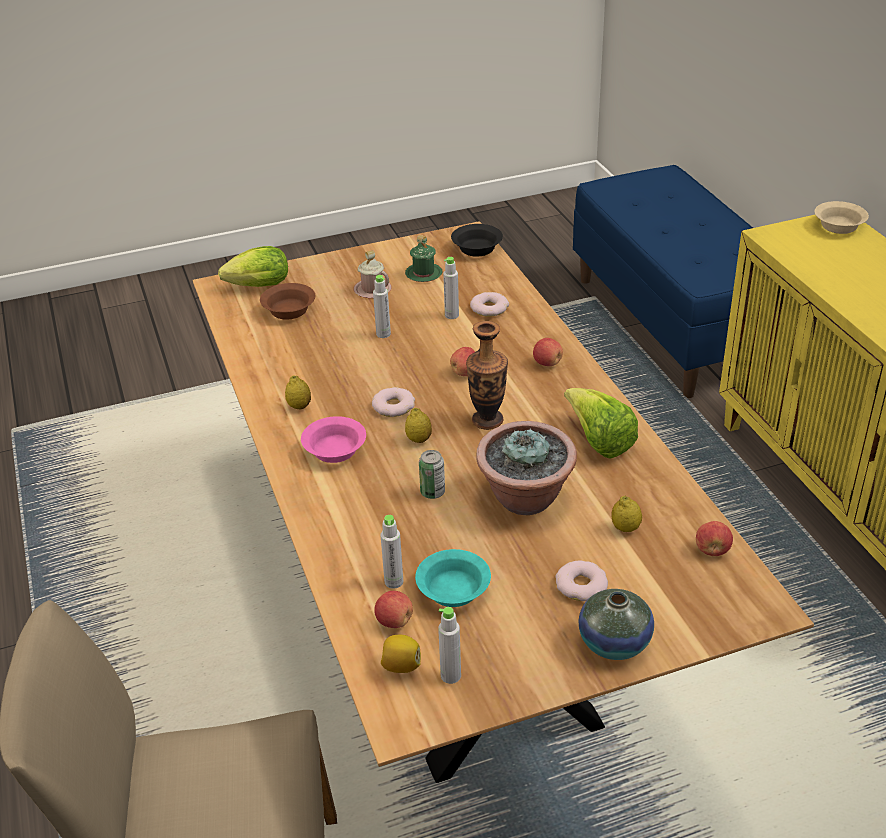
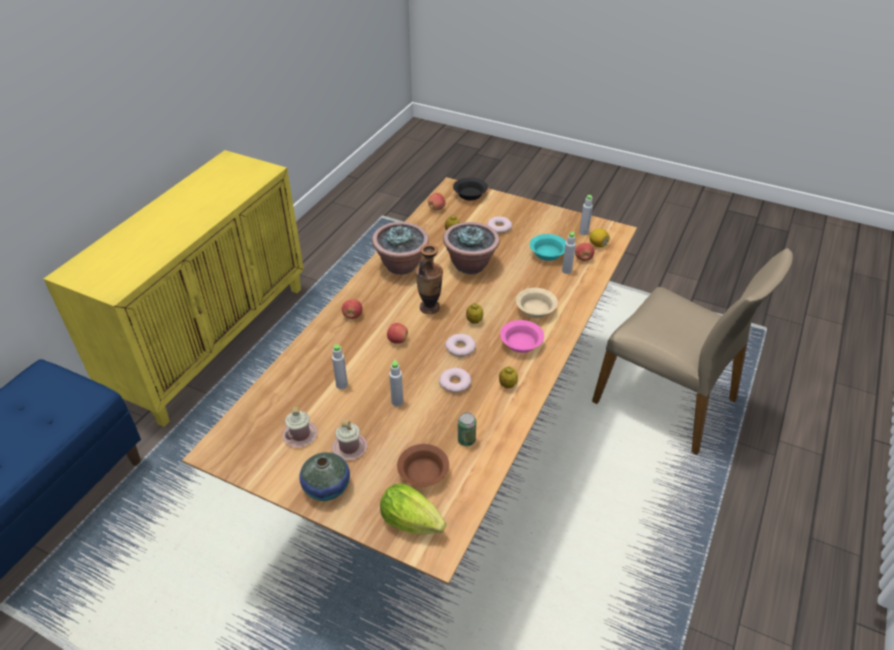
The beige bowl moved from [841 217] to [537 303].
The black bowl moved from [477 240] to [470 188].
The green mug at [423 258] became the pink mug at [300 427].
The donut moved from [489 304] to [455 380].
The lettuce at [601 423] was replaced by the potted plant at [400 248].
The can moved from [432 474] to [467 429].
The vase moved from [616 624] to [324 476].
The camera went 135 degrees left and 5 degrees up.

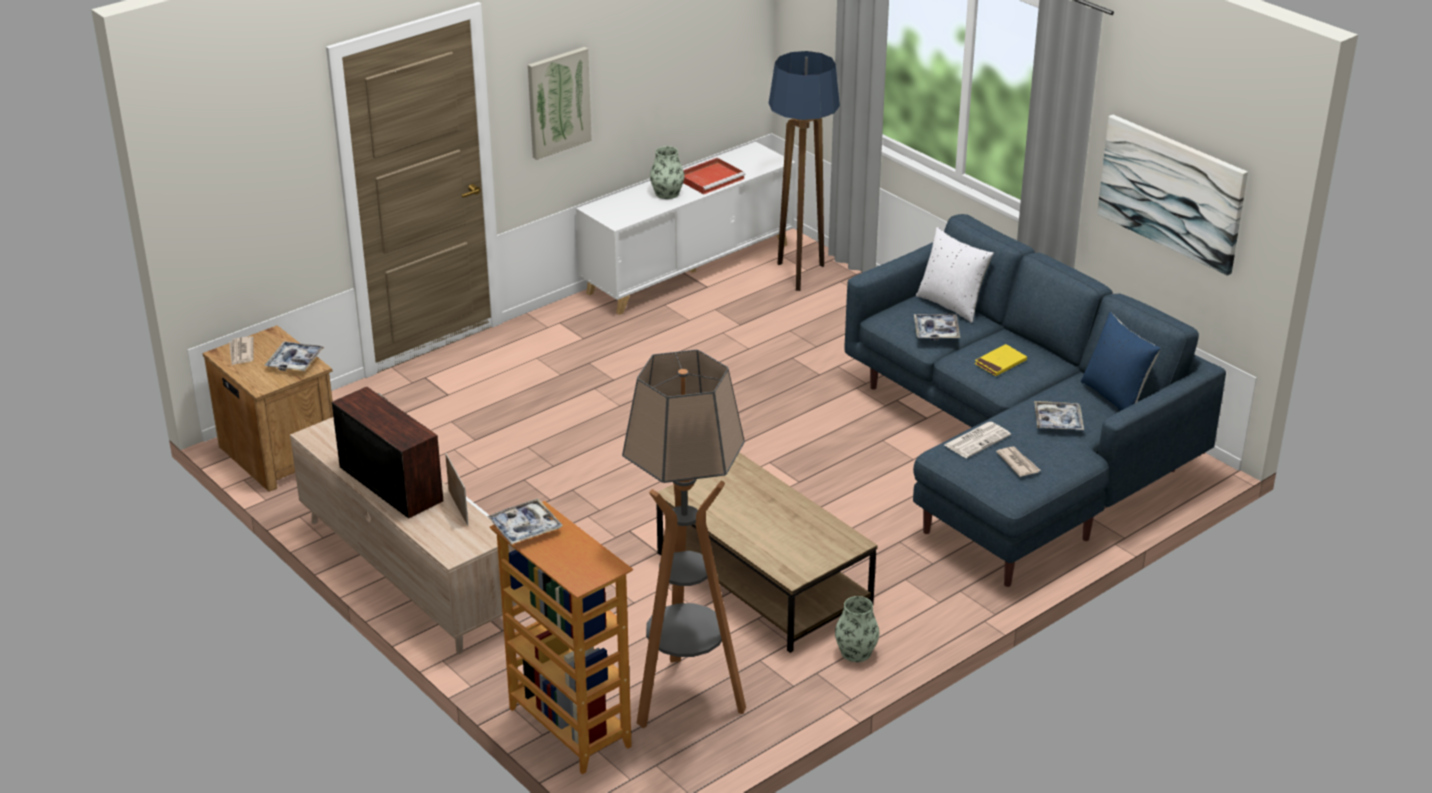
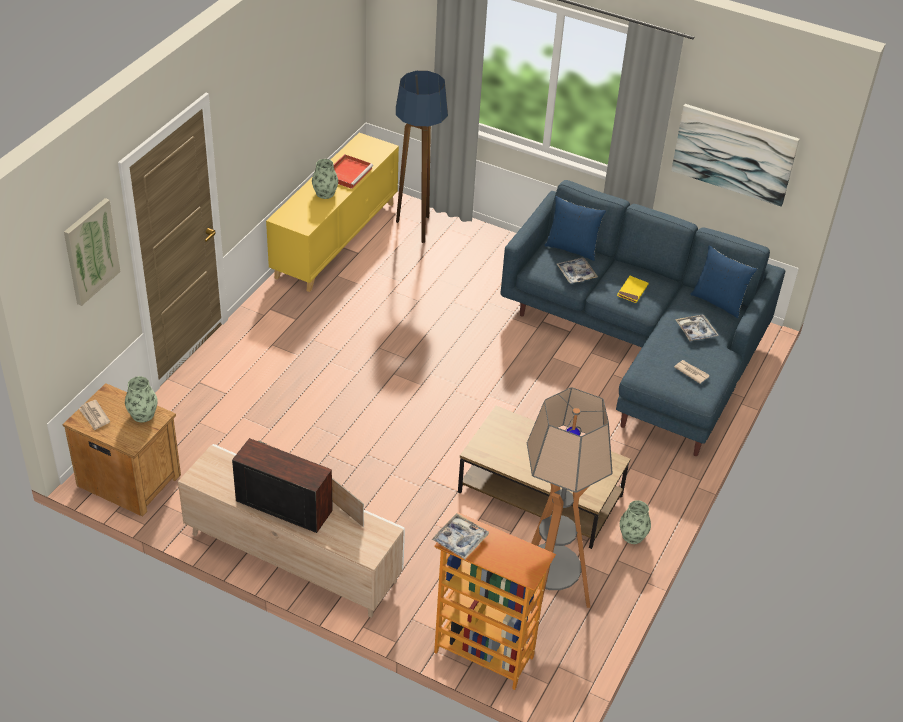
The picture moved from [560 103] to [92 252].
The white cabinet at [686 228] became the yellow cabinet at [332 212].
The white pillow at [955 275] became the blue pillow at [575 228].
The tray at [295 356] was replaced by the vase at [141 399].
The newspaper at [977 440] disappeared.
The camera went 25 degrees left and 10 degrees up.

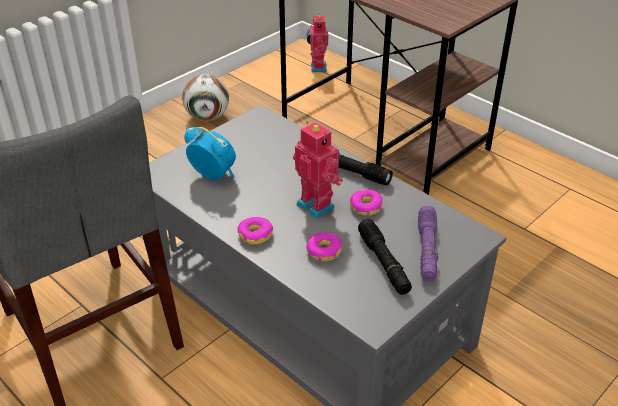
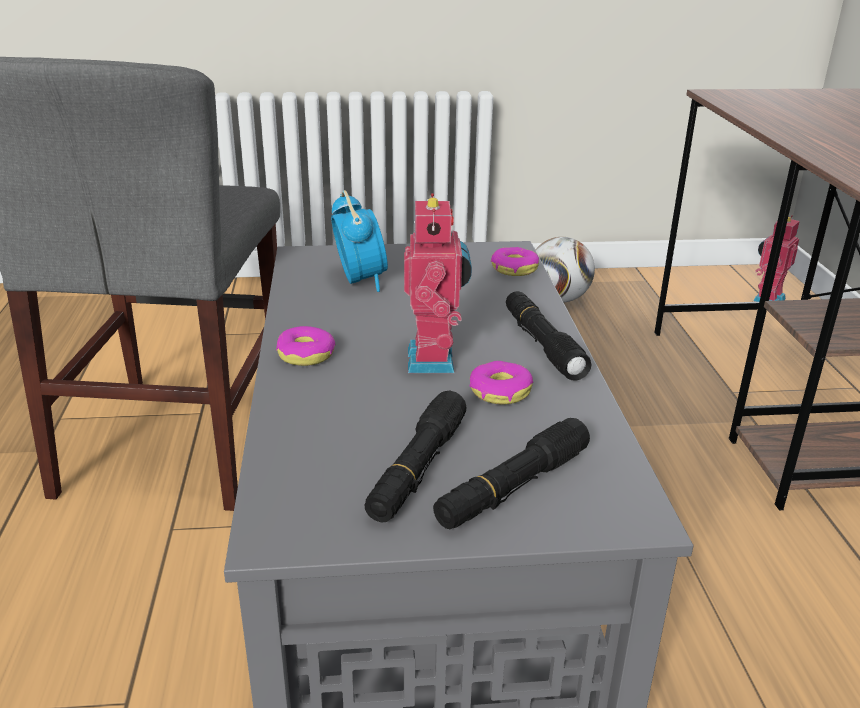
The purple flashlight at [428 244] became the black flashlight at [511 473].
The donut moved from [324 247] to [515 261].
The camera went 40 degrees right and 10 degrees down.

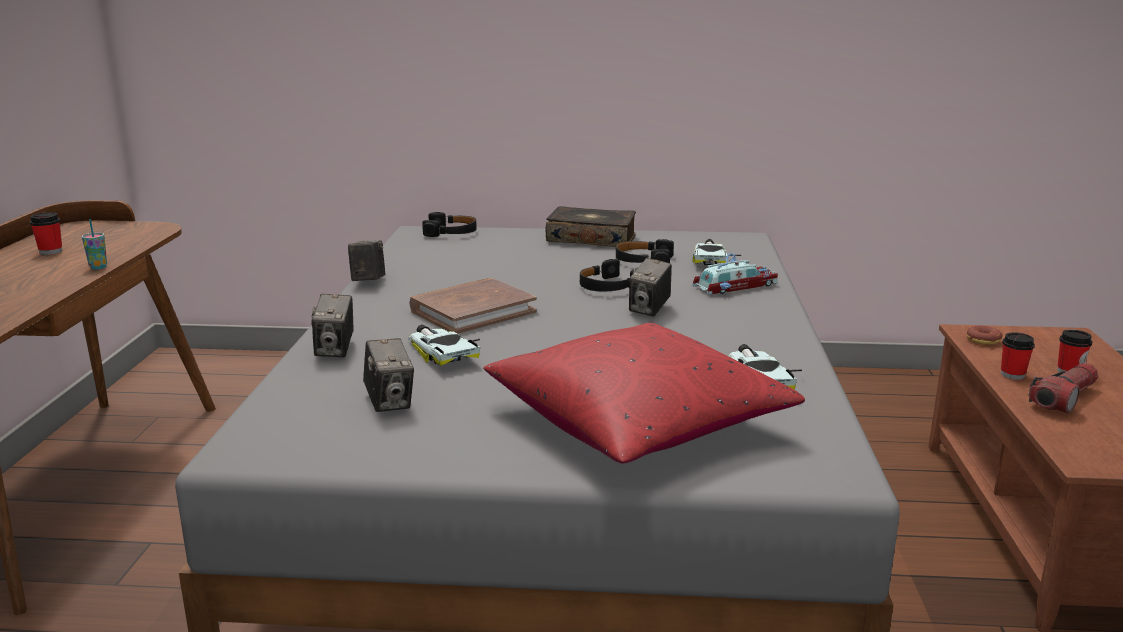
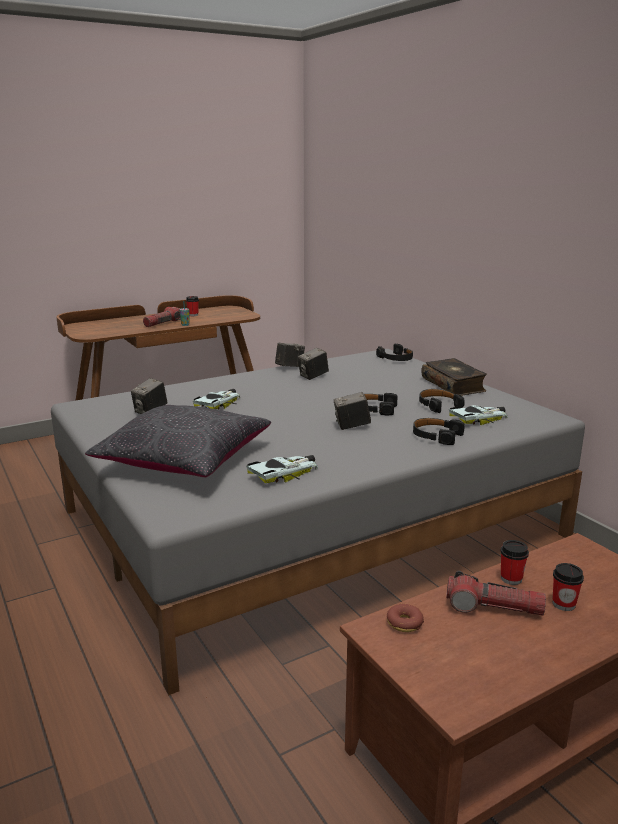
The toy car at [735 273] was replaced by the black headphones at [438 431].
The brown book at [473 306] disappeared.
The photo camera moved from [332 325] to [313 363].
The red pillow at [644 393] became the black pillow at [178 441].
The donut moved from [985 335] to [405 618].
The flashlight at [162 317] appeared.
The camera went 55 degrees right and 0 degrees up.

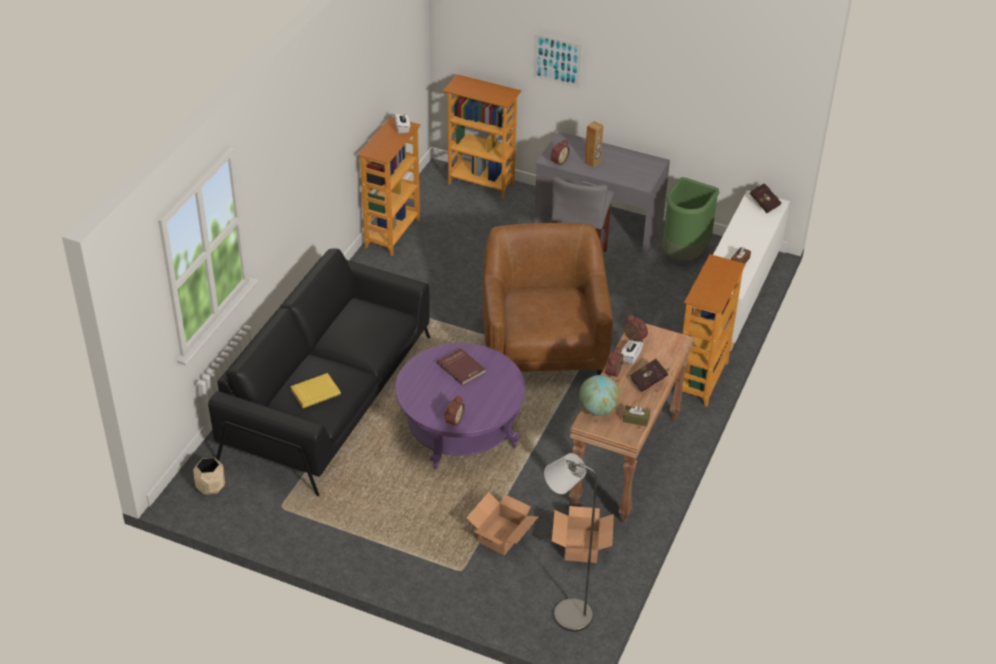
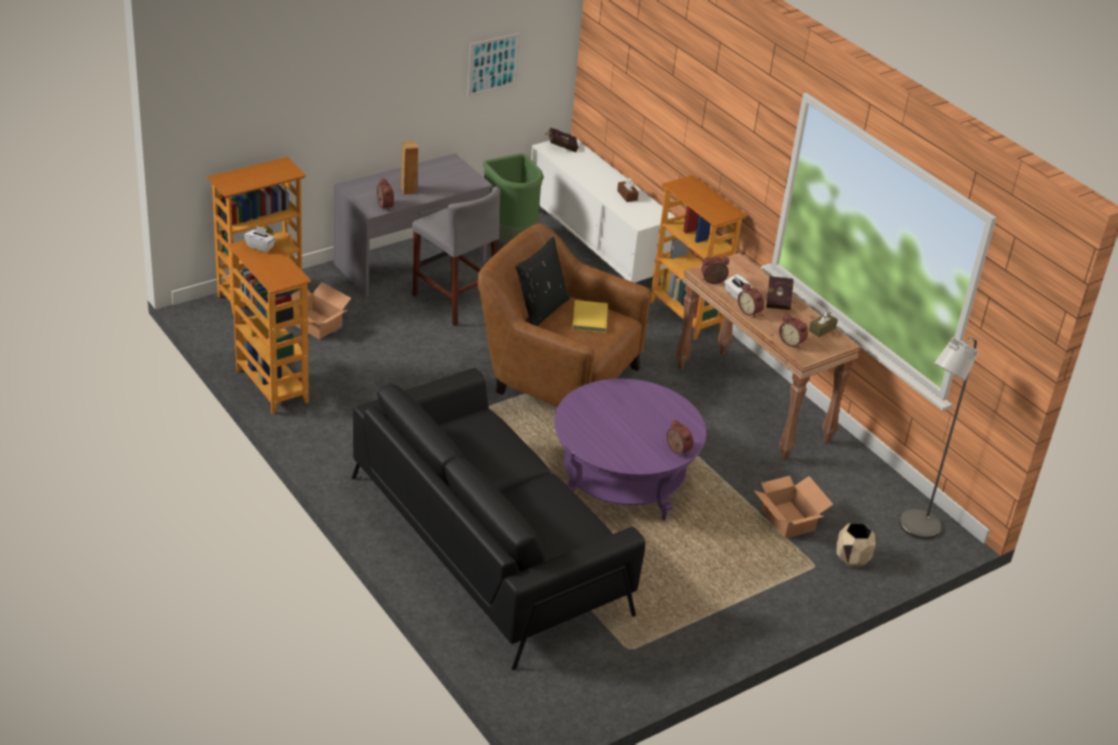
The picture moved from [557 60] to [493 65].
The red book at [461 366] disappeared.
The yellow book moved from [315 390] to [590 316].
The globe at [599 395] was replaced by the alarm clock at [793 331].
The beige planter moved from [209 476] to [855 545].
The cardboard box moved from [583 534] to [321 310].
The black pillow at [542 281] appeared.
The camera went 60 degrees left and 5 degrees down.

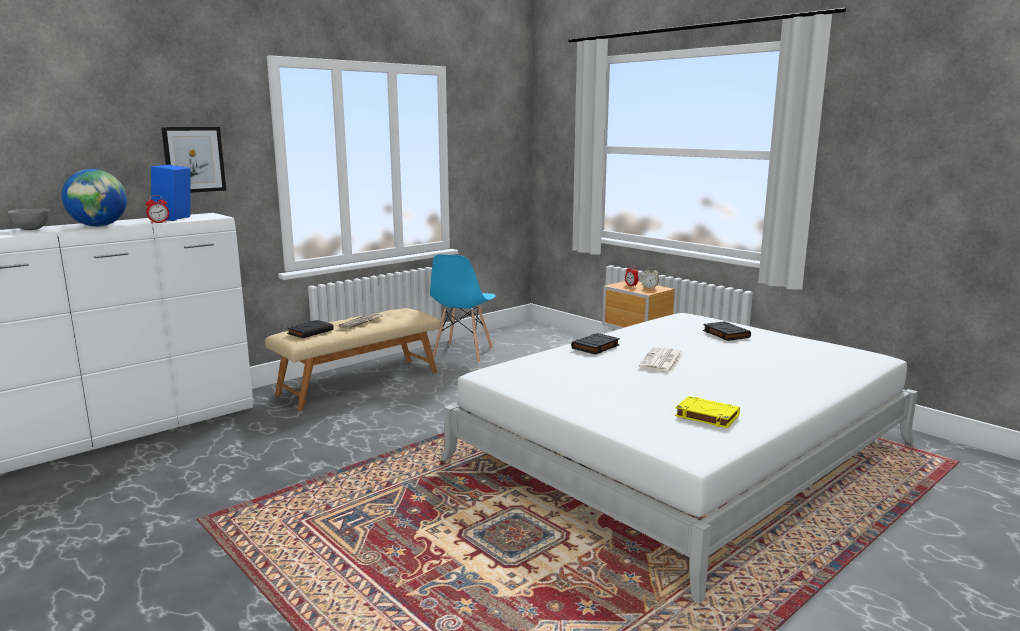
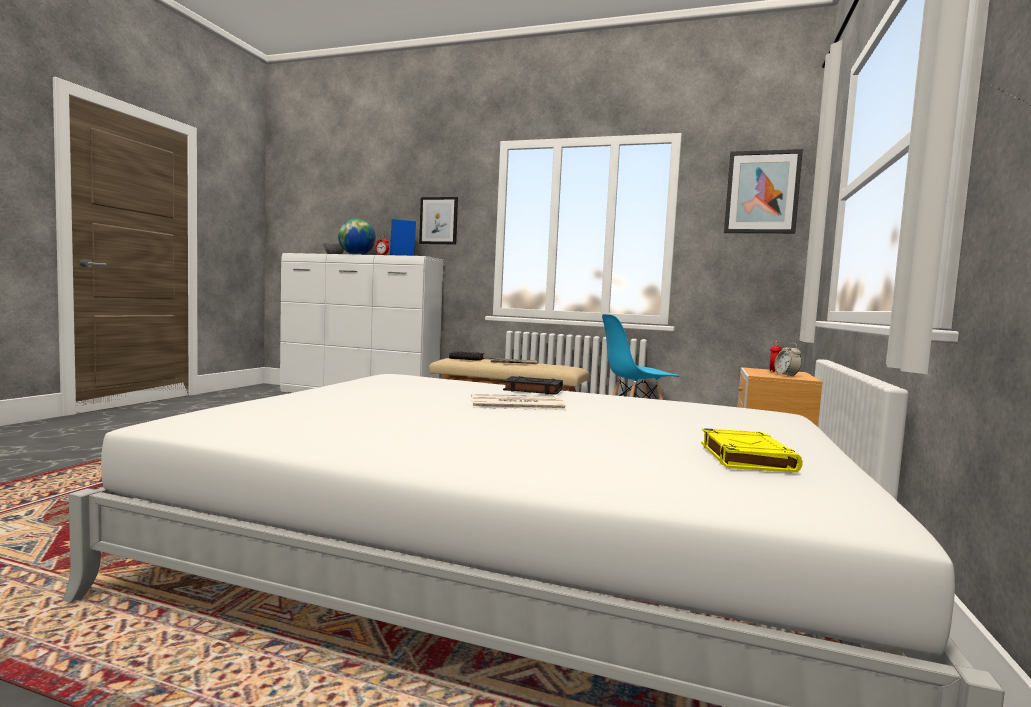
The black book at [727 331] disappeared.
The yellow book moved from [707 412] to [752 450].
The picture at [763 191] appeared.
The camera went 60 degrees right and 10 degrees down.

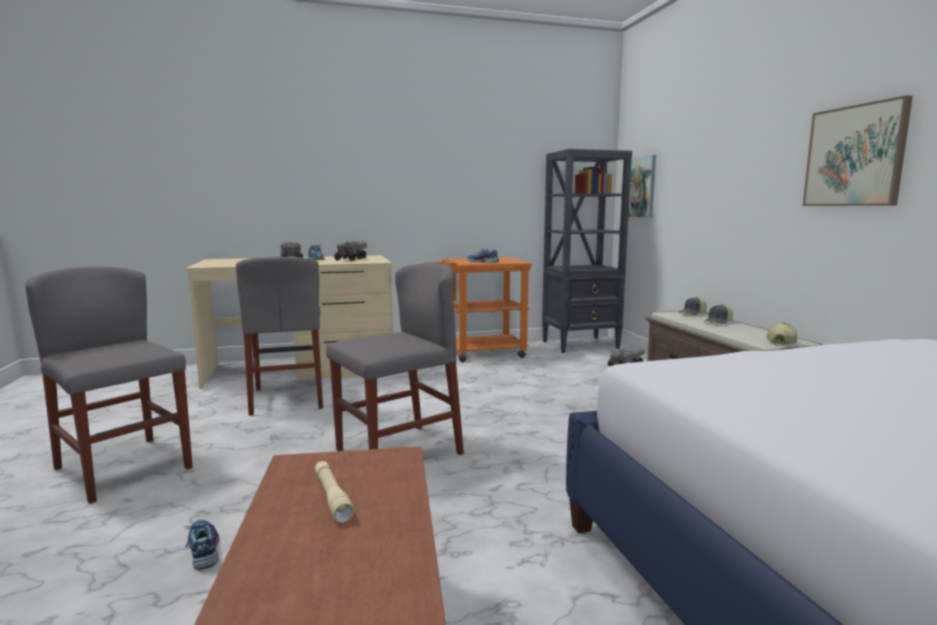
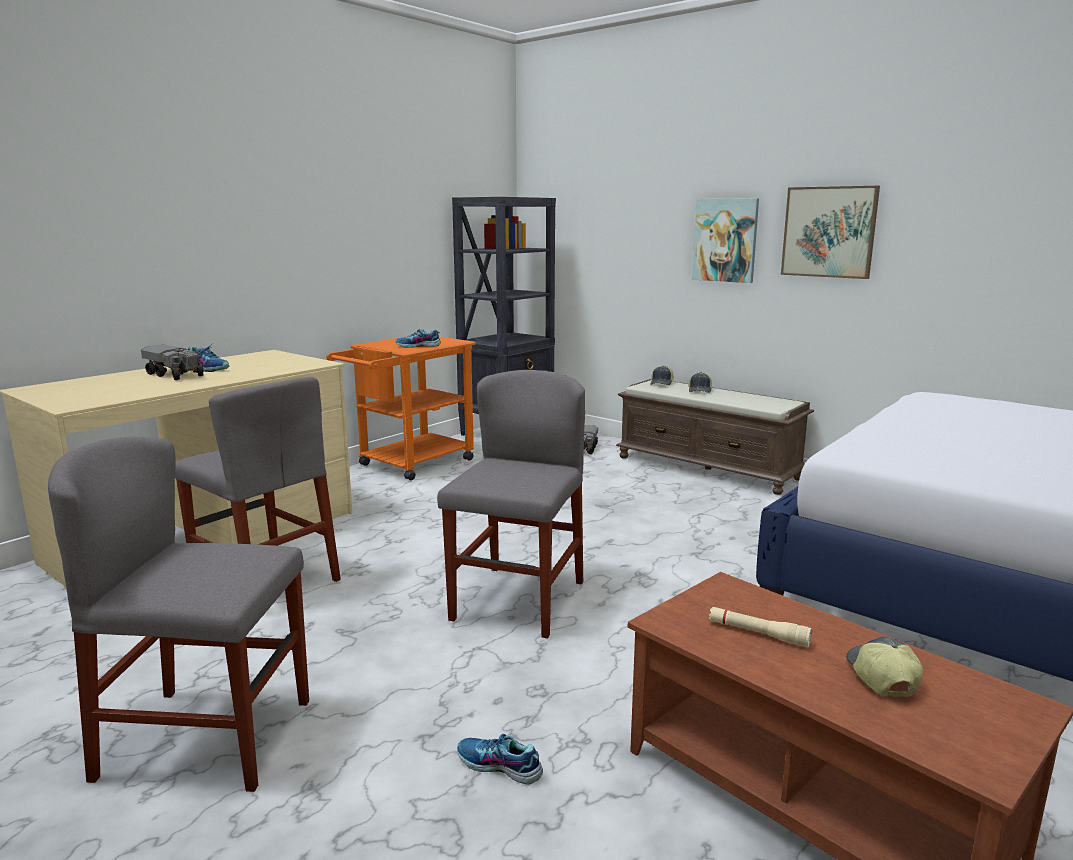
The picture moved from [642 186] to [725 240].
The toy truck at [350 251] disappeared.
The cap moved from [782 334] to [884 667].
The camera went 35 degrees left and 5 degrees up.

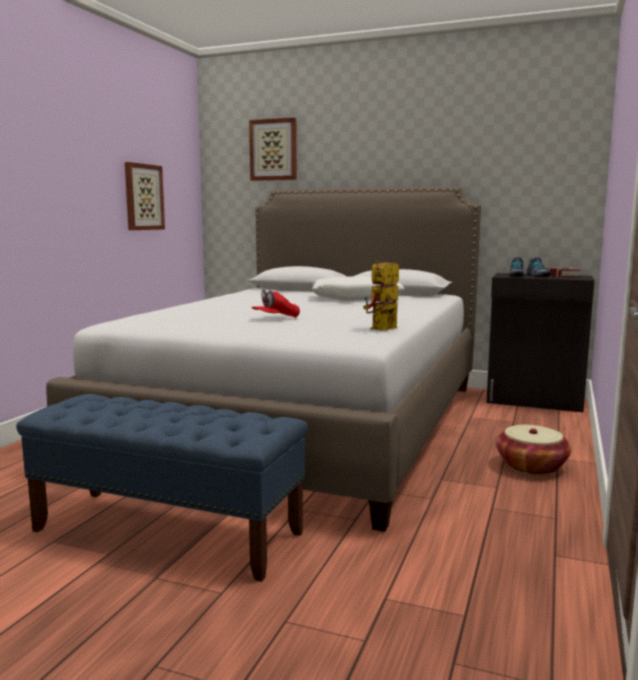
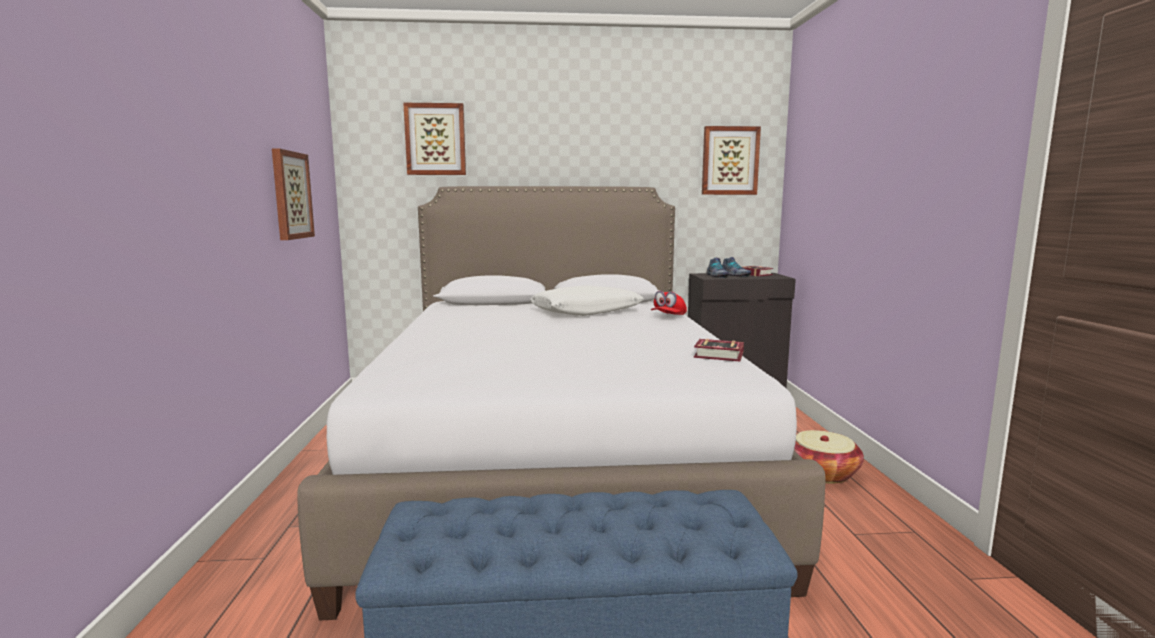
The toy robot at [381 295] was replaced by the book at [719 350].
The red cap moved from [275 303] to [669 303].
The picture at [731 160] appeared.
The camera went 25 degrees left and 0 degrees up.

